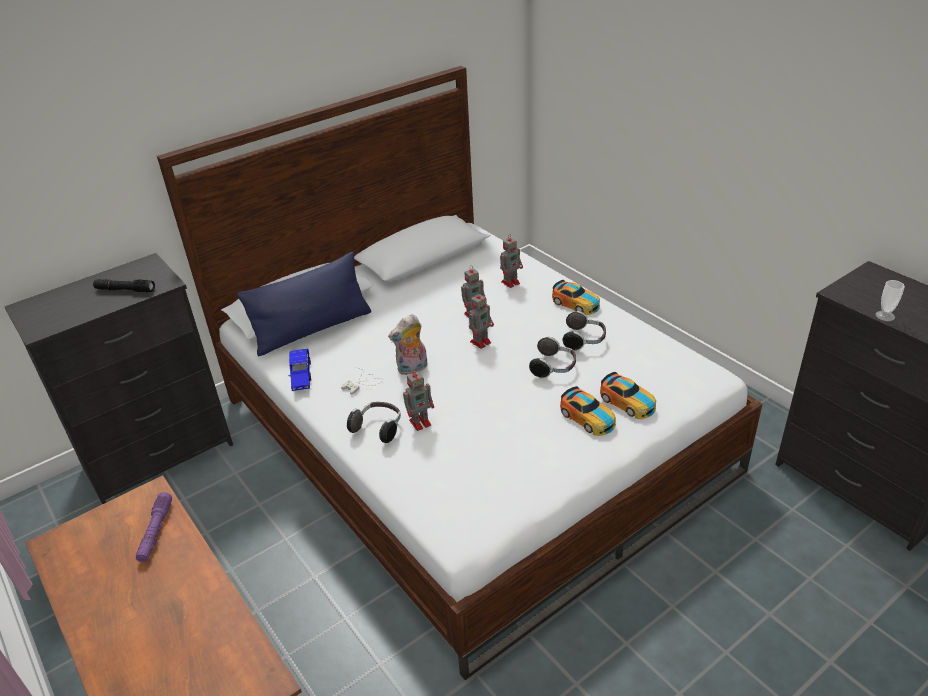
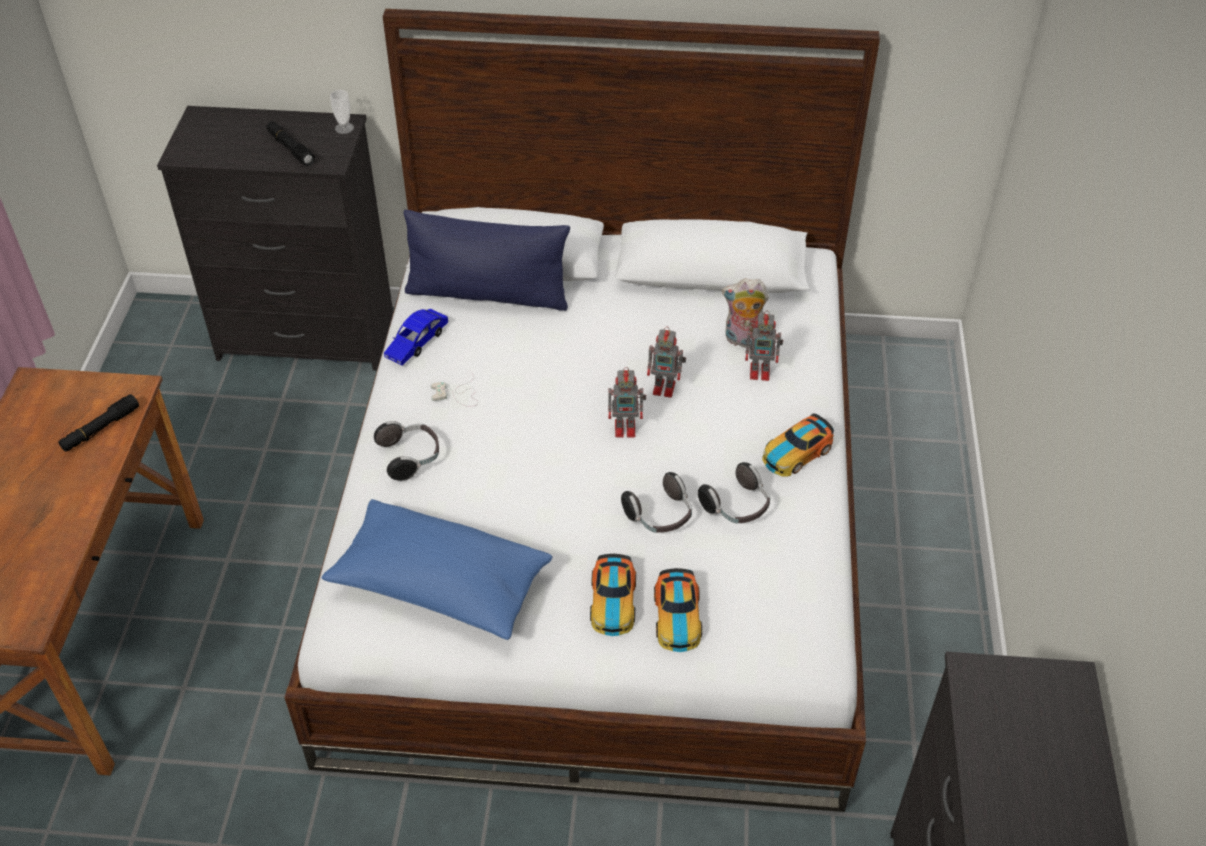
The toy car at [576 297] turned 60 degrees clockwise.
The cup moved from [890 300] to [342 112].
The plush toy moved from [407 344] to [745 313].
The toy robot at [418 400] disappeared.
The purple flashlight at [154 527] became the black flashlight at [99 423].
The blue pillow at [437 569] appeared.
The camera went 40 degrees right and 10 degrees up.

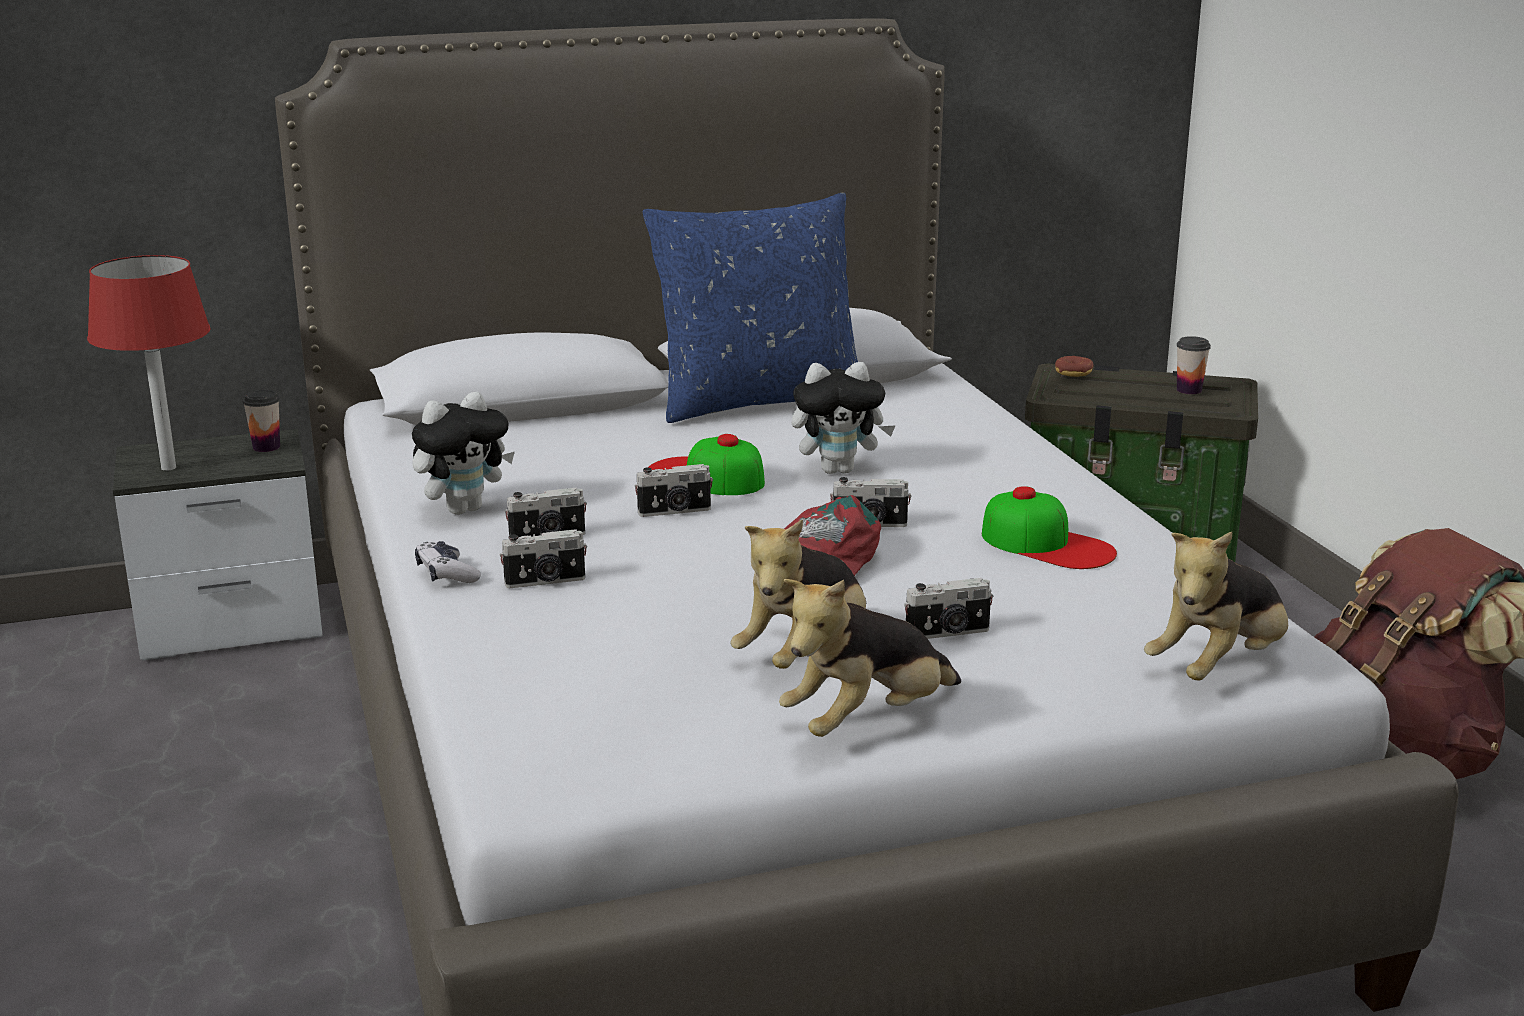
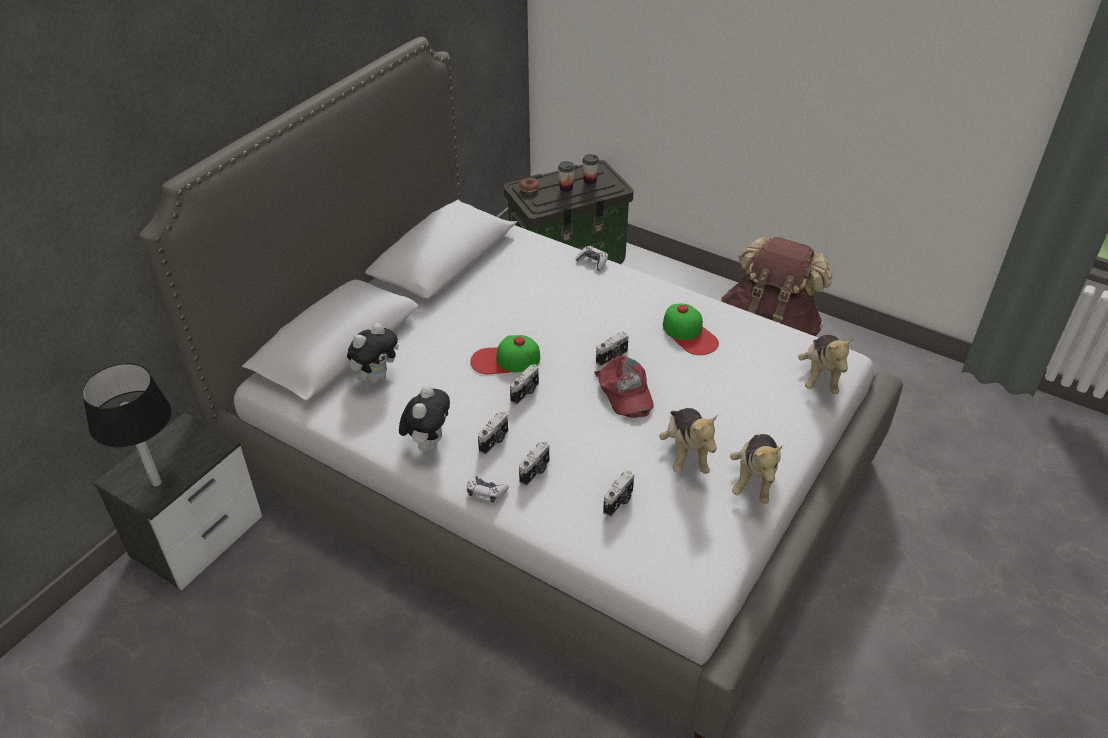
The blue pillow at [750 308] disappeared.
The red table lamp at [149 363] became the black table lamp at [126 424].
The plush toy moved from [844 418] to [373 353].
The cup moved from [261 421] to [566 176].
The cap at [1049 527] turned 60 degrees clockwise.
The photo camera moved from [948 608] to [618 494].
The game controller at [592 258] appeared.
The camera went 40 degrees left and 20 degrees up.

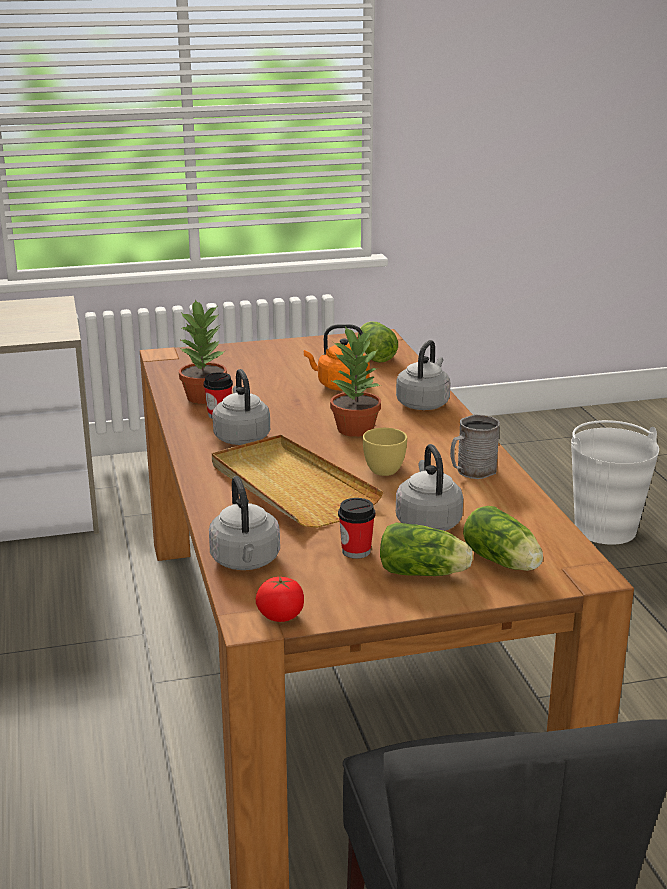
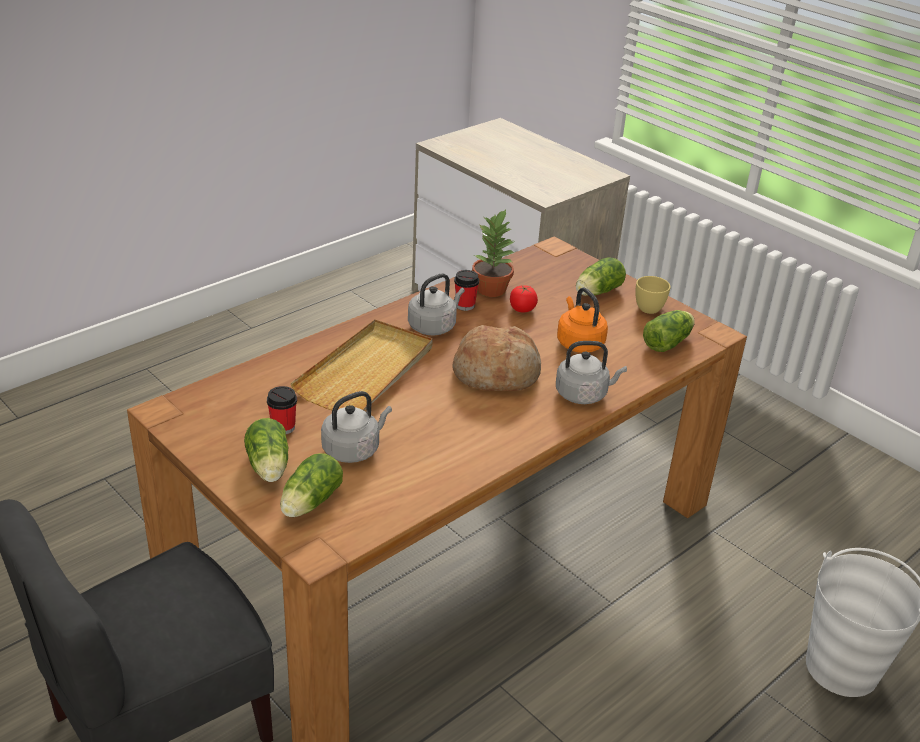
The potted plant at [355 381] was replaced by the bread at [496 358].
The grey mug at [475 446] disappeared.
The yellow cup moved from [385 452] to [653 295].
The grey kettle at [244 523] disappeared.
The tomato moved from [280 599] to [524 298].
The lettuce at [601 277] appeared.
The camera went 60 degrees right and 10 degrees up.

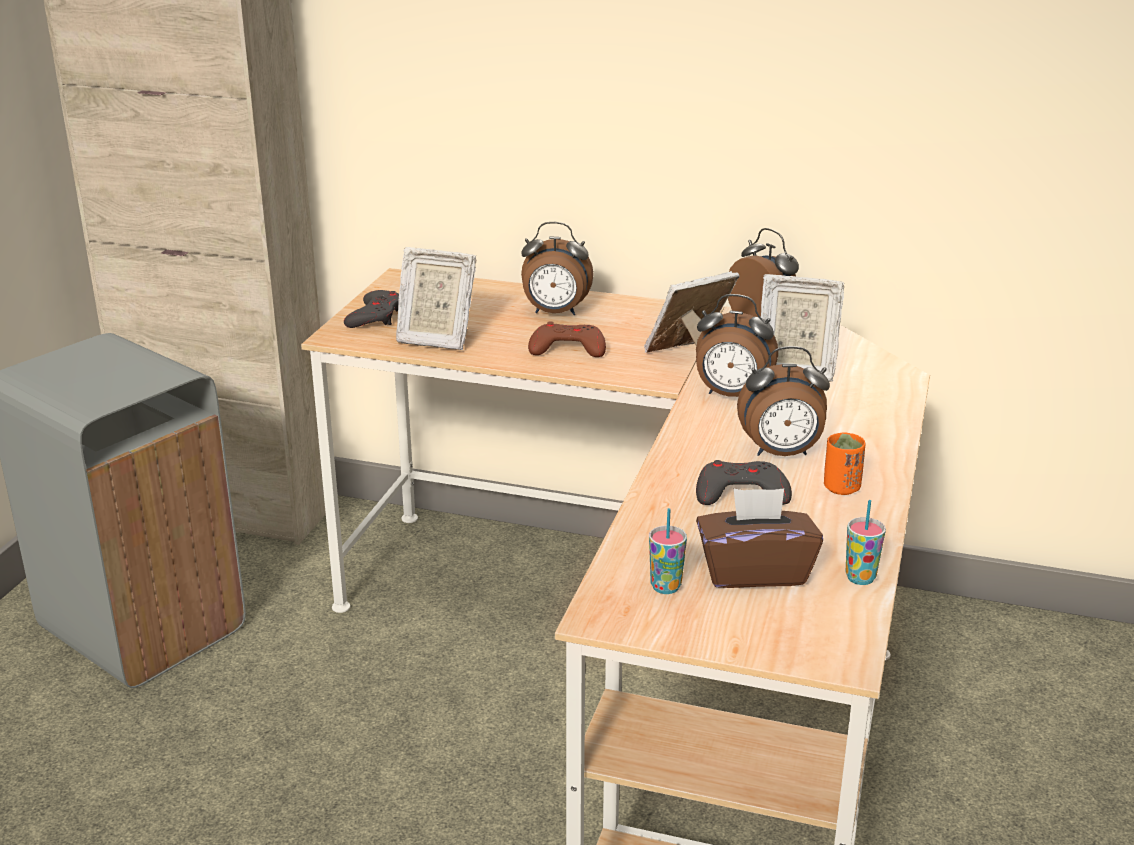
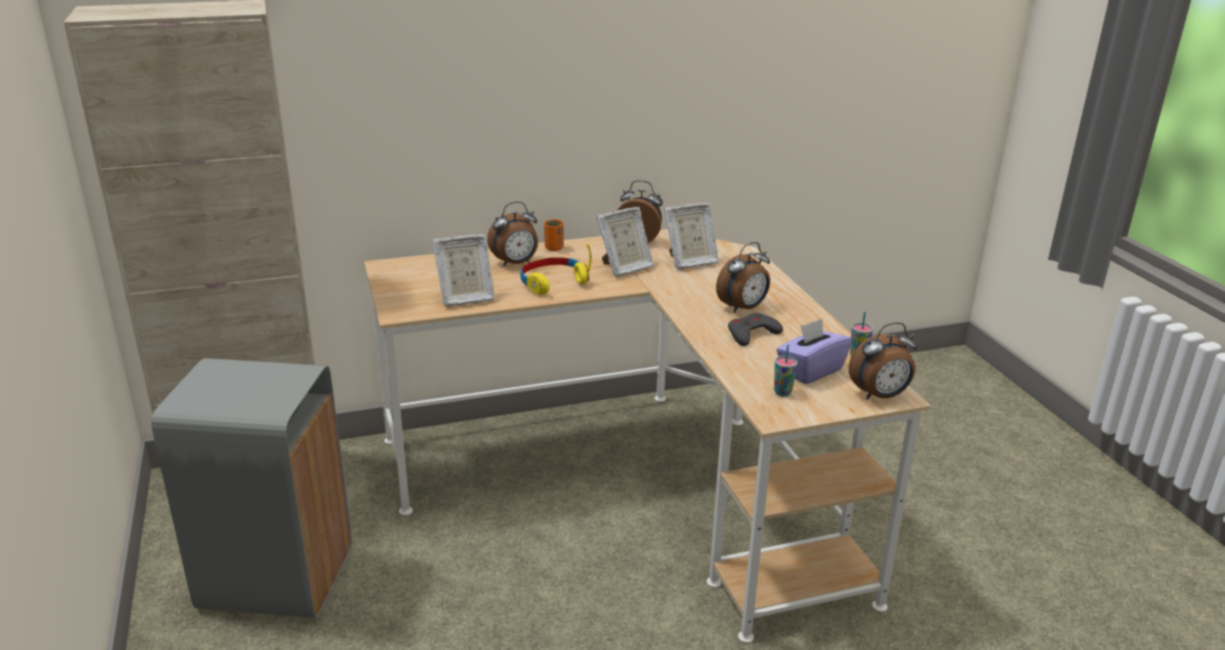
The picture frame at [692 312] turned 150 degrees counterclockwise.
The grey game controller at [371 309] disappeared.
The alarm clock moved from [737 345] to [883 361].
The brown game controller at [567 339] was replaced by the yellow headphones at [556 268].
The orange cup moved from [845 463] to [554 235].
The brown tissue box at [759 538] became the purple tissue box at [814 351].
The camera went 35 degrees left and 0 degrees up.

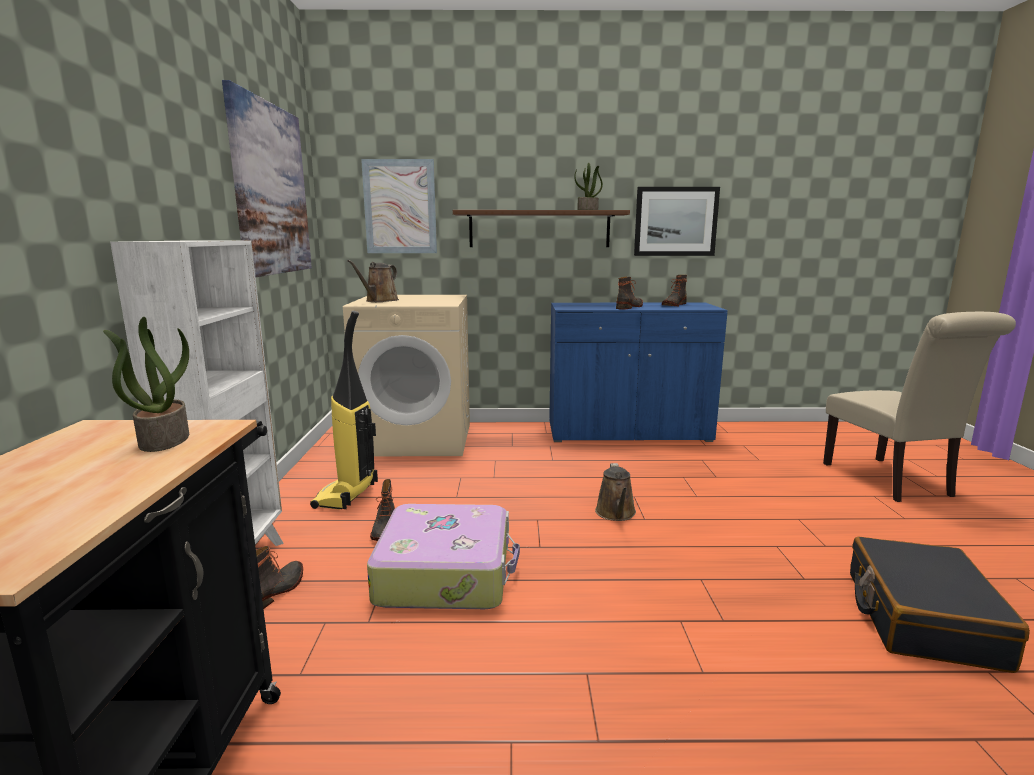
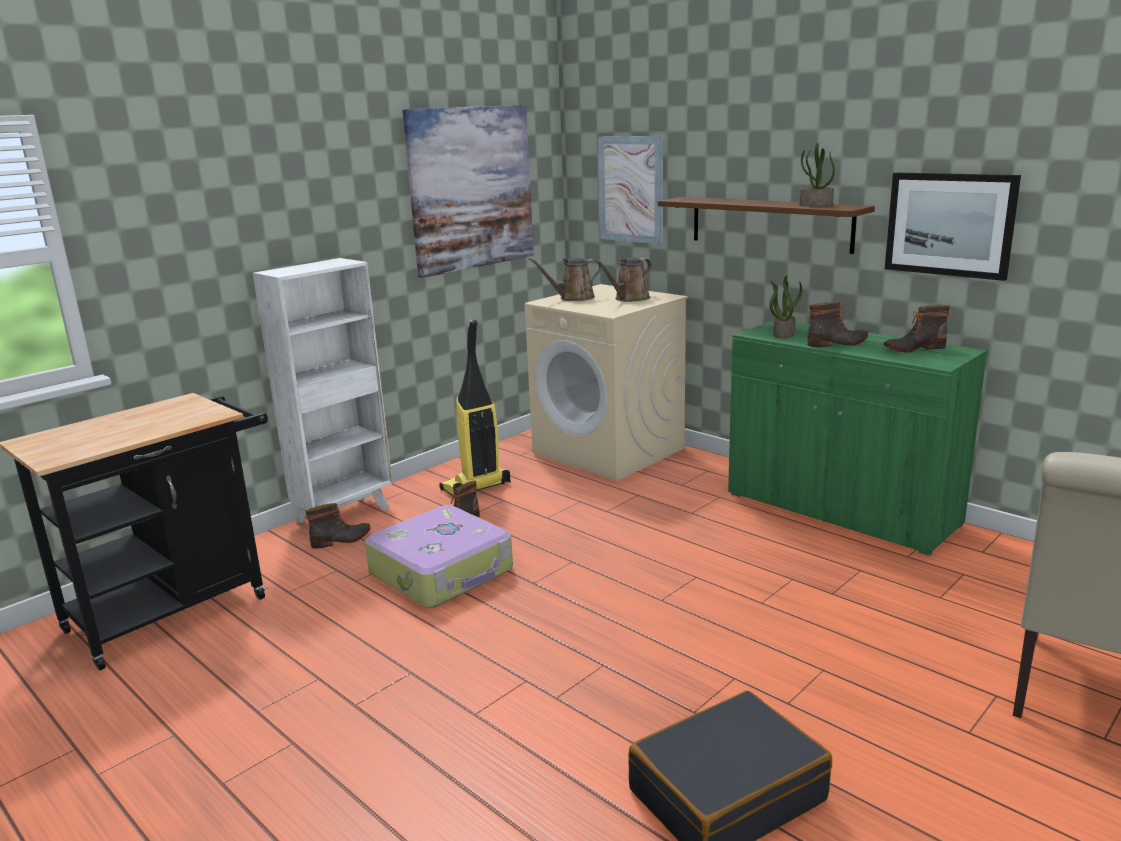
The blue cabinet at [638 372] became the green cabinet at [858 438].
The potted plant moved from [146 384] to [786 306].
The brown watering can moved from [615 492] to [623 279].
The camera went 45 degrees right and 5 degrees up.

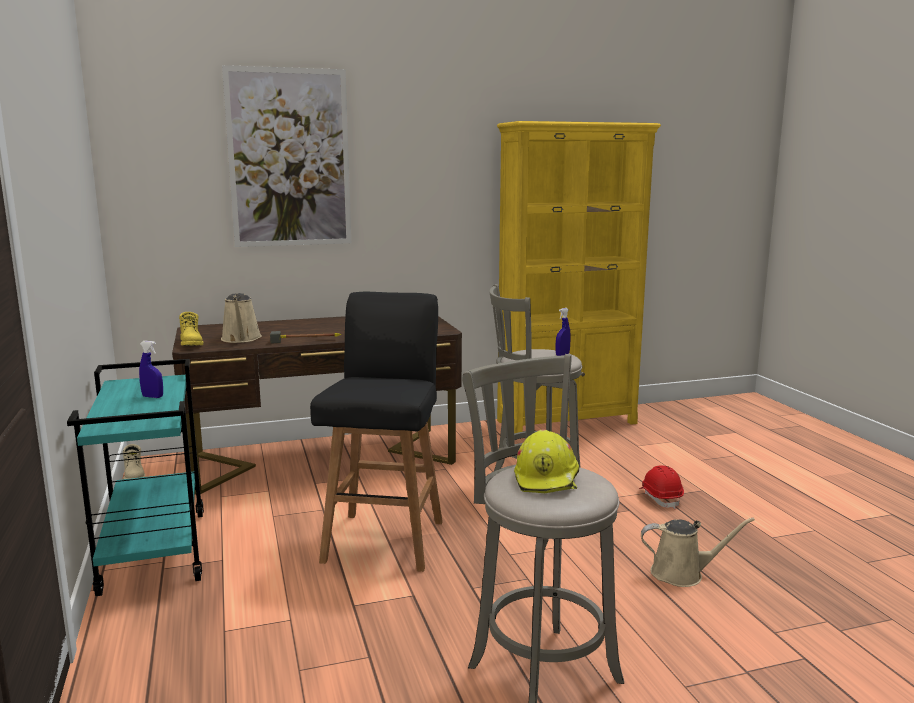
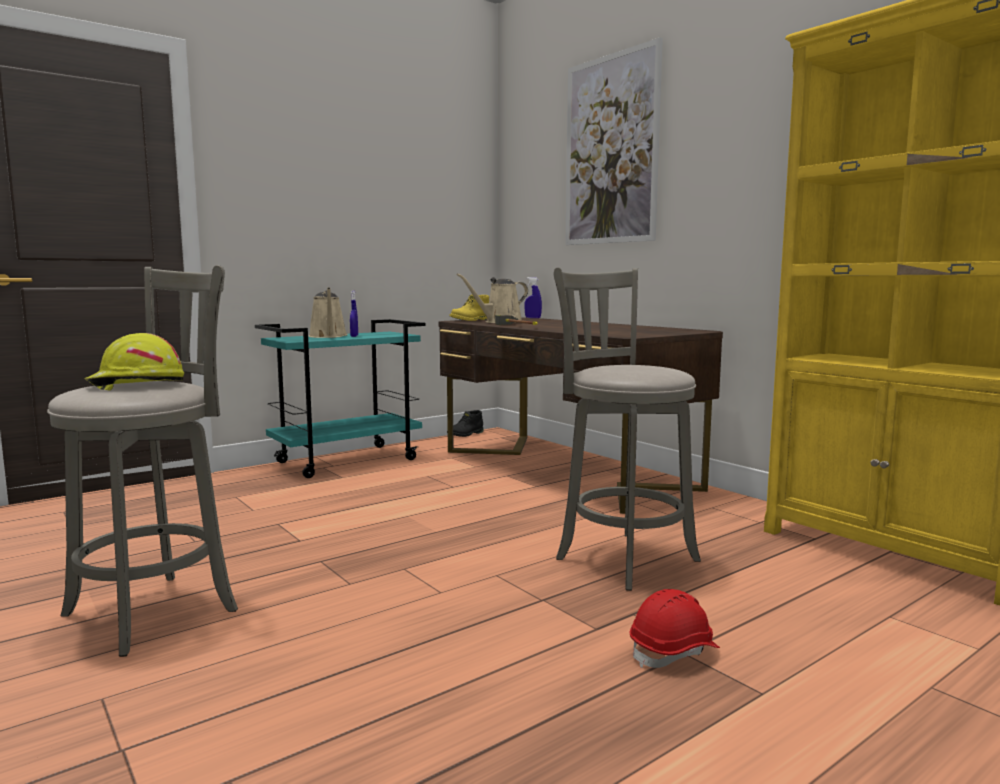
The black stool at [376 432] disappeared.
The blue spray bottle moved from [563 332] to [533 297].
The beige boot at [134 461] became the black boot at [465 423].
The beige watering can moved from [698 552] to [328 312].
The camera went 70 degrees right and 5 degrees down.

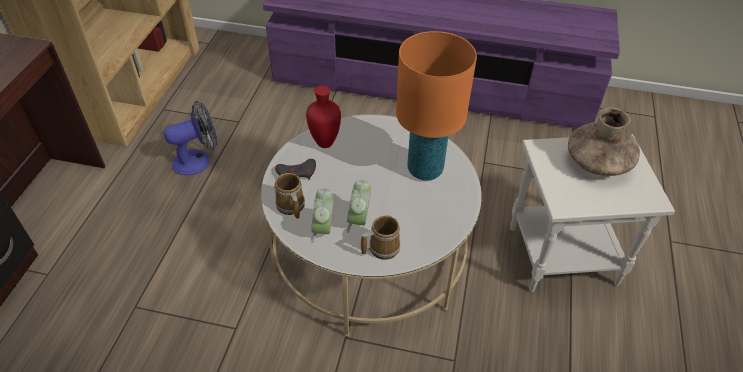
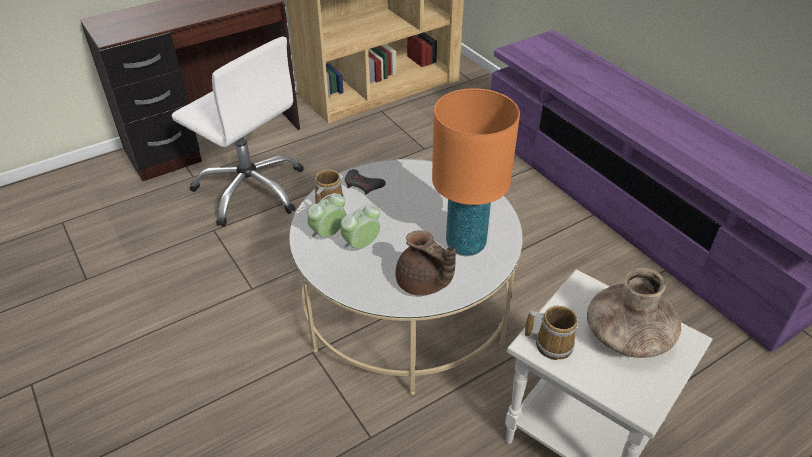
The red vase at [323 116] disappeared.
The fan at [190 138] disappeared.
The mug moved from [380 237] to [551 332].
The white office chair at [238 131] appeared.
The brown teapot at [425 263] appeared.
The camera went 45 degrees right and 5 degrees down.

